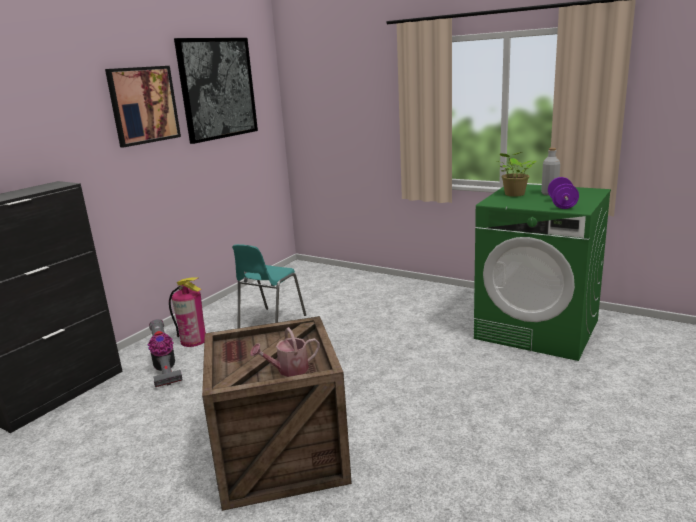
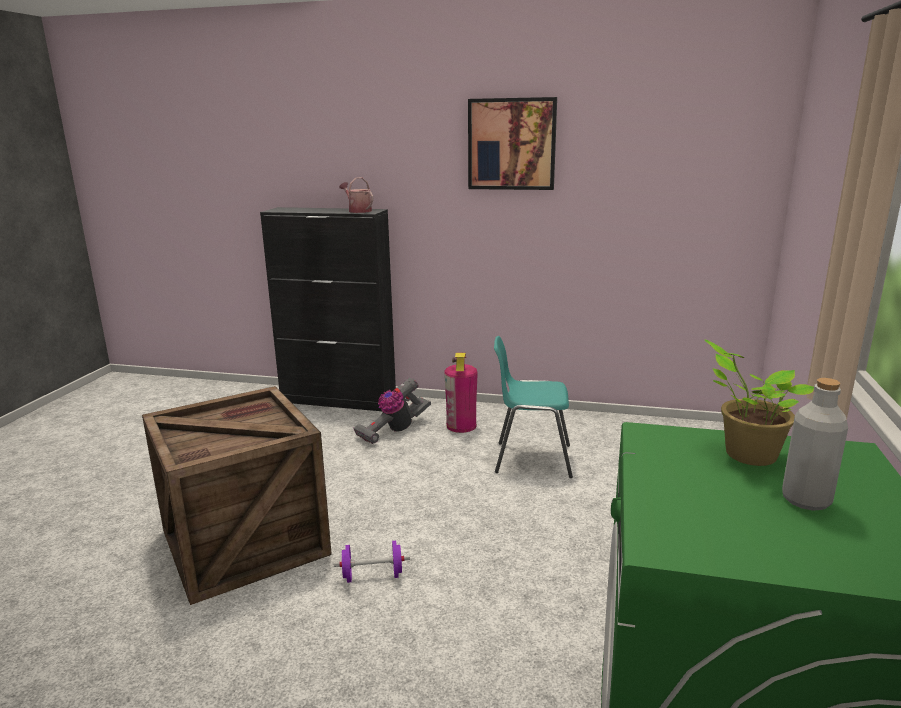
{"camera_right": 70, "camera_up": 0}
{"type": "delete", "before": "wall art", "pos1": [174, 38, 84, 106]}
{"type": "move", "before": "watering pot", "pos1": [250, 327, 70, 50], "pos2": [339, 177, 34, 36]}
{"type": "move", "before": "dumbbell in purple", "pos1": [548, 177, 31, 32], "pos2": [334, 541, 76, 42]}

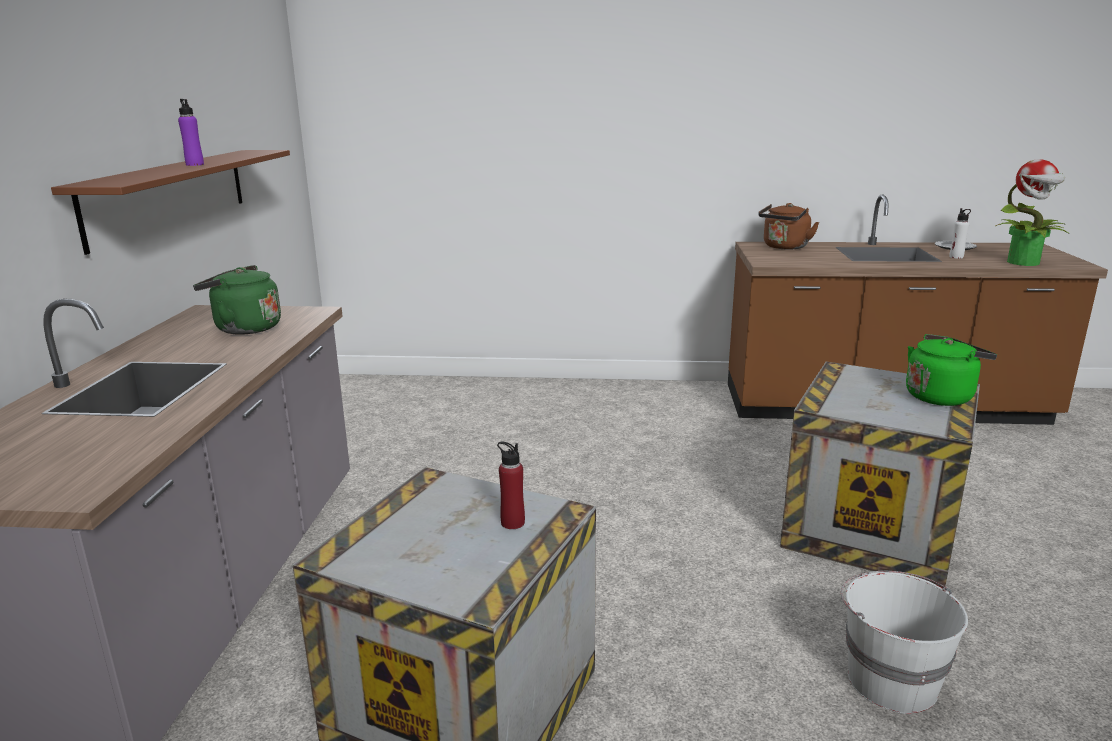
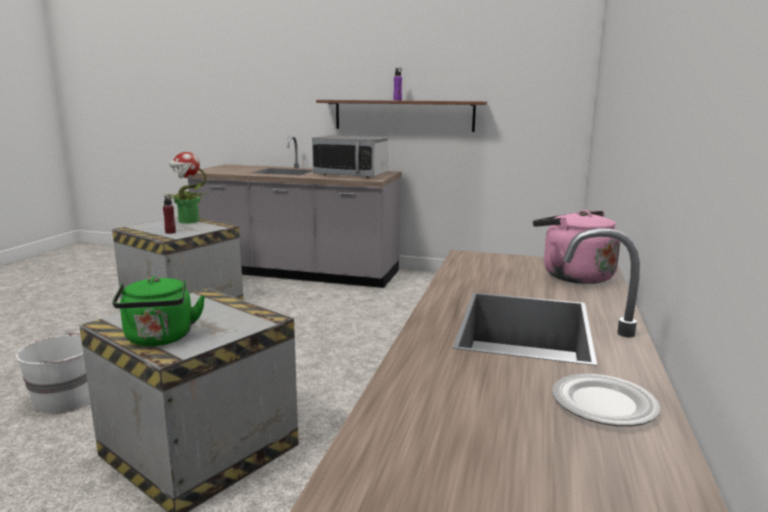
{"camera_right": 100, "camera_up": -5}
{"type": "replace", "before": "tea kettle in green-coloured", "after": "kitchen microwave", "pos1": [193, 265, 88, 70], "pos2": [312, 135, 76, 43]}
{"type": "recolor", "before": "tea kettle in brown-coloured", "after": "tea kettle in pinkish", "pos1": [758, 203, 61, 47], "pos2": [533, 210, 87, 74]}
{"type": "delete", "before": "drink bottle in white-coloured", "pos1": [949, 208, 22, 51]}
{"type": "move", "before": "houseplant", "pos1": [996, 159, 72, 107], "pos2": [165, 152, 44, 72]}

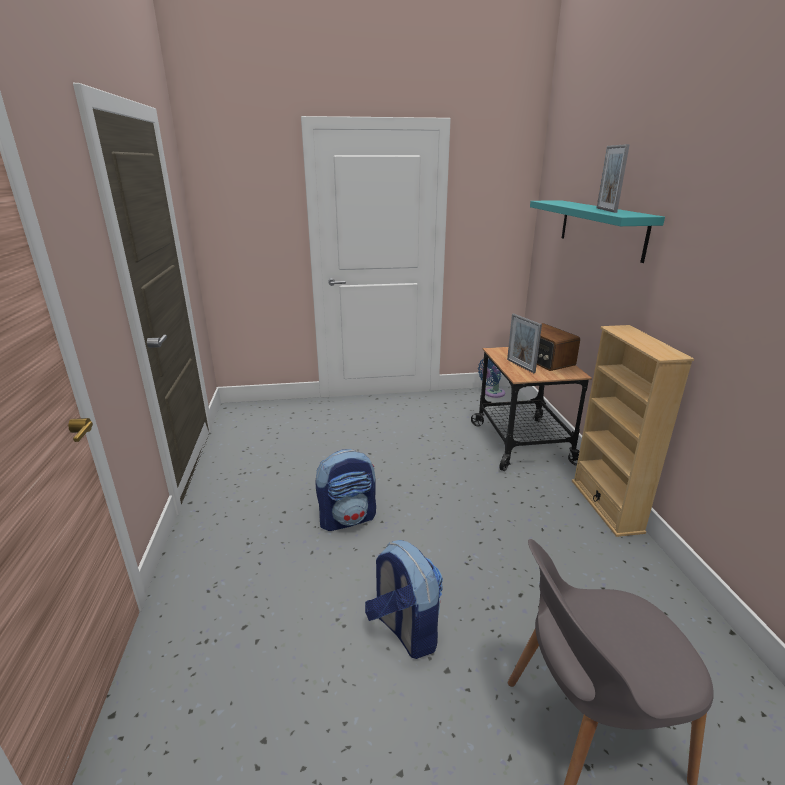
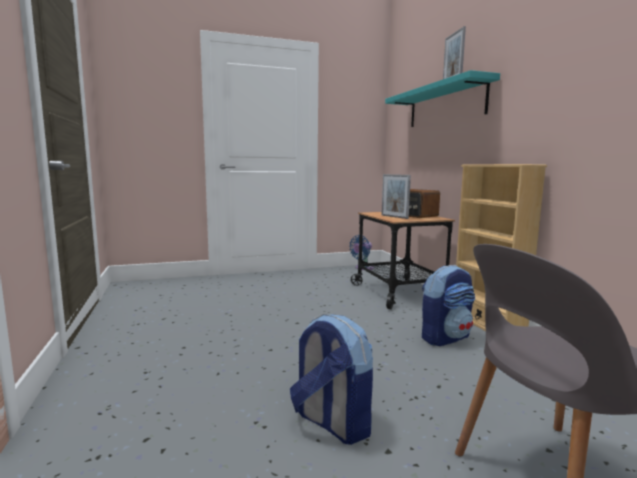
{"camera_right": -10, "camera_up": -15}
{"type": "move", "before": "backpack", "pos1": [315, 449, 61, 82], "pos2": [422, 265, 54, 81]}

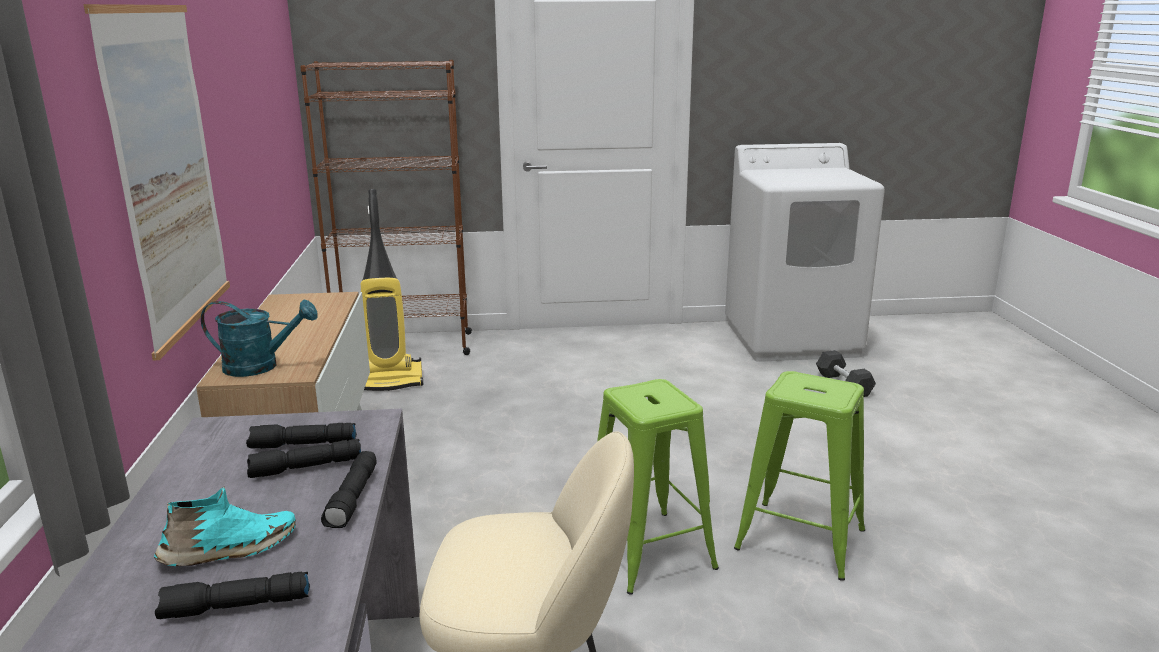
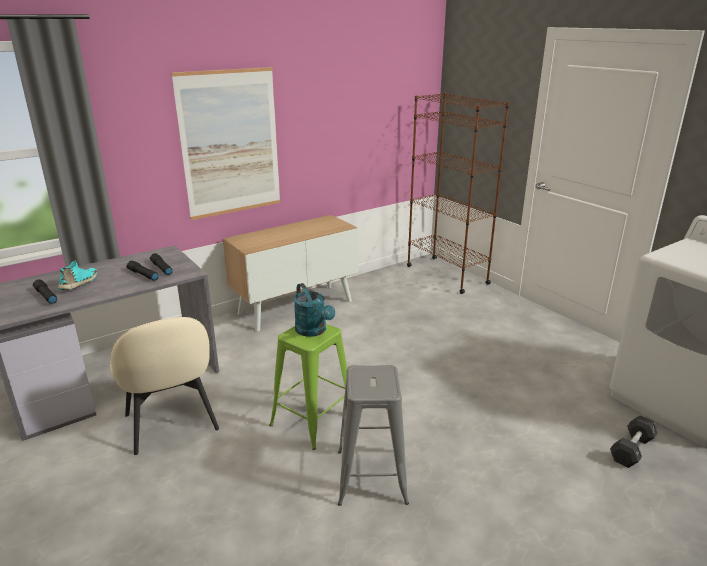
{"camera_right": 60, "camera_up": 5}
{"type": "rotate", "before": "shoe in turquoise-coloured", "pos1": [154, 486, 142, 80], "pos2": [57, 260, 40, 30], "turn": -105}
{"type": "move", "before": "watering pot in turquoise-coloured", "pos1": [201, 300, 117, 77], "pos2": [294, 283, 41, 54]}
{"type": "delete", "before": "hand torch in blackish", "pos1": [321, 451, 55, 77]}
{"type": "delete", "before": "hoover", "pos1": [361, 189, 62, 202]}
{"type": "recolor", "before": "stool in green-coloured", "after": "stool in gray", "pos1": [734, 371, 131, 210], "pos2": [338, 365, 71, 141]}

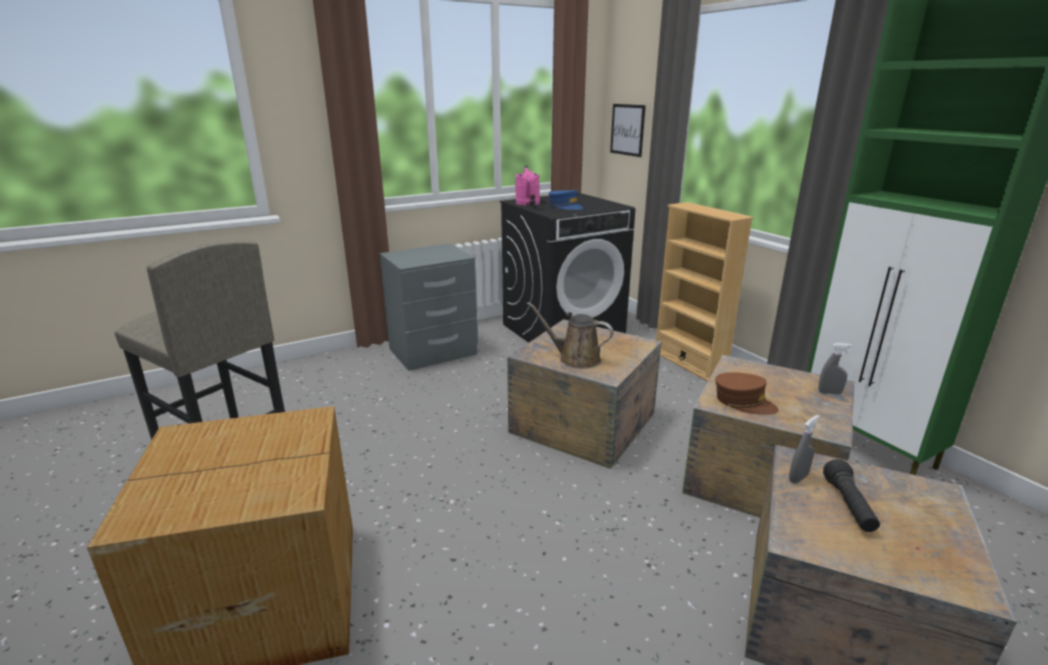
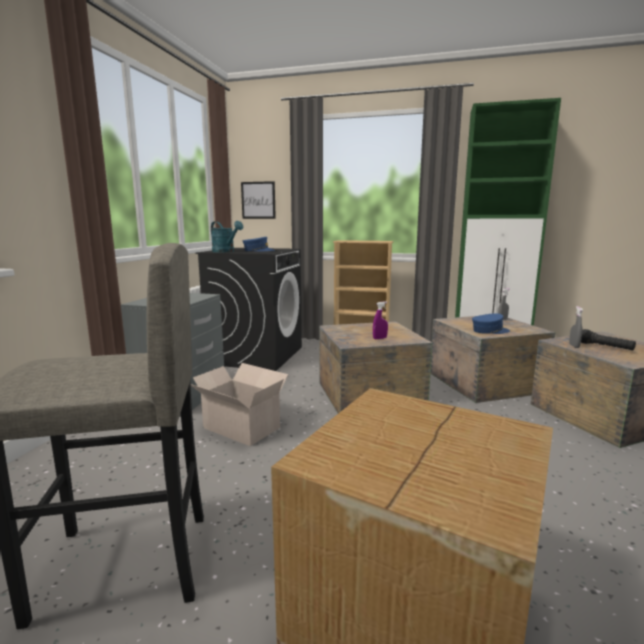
{"camera_right": -45, "camera_up": -10}
{"type": "recolor", "before": "watering pot in pinkish", "after": "watering pot in turquoise-coloured", "pos1": [515, 166, 25, 40], "pos2": [211, 221, 32, 31]}
{"type": "replace", "before": "watering pot in brown-coloured", "after": "sprayer in purple", "pos1": [527, 302, 87, 67], "pos2": [373, 301, 15, 38]}
{"type": "recolor", "before": "cap in brown-coloured", "after": "cap in blue-coloured", "pos1": [715, 372, 63, 43], "pos2": [472, 313, 38, 21]}
{"type": "insert", "after": "carton", "pos2": [191, 363, 97, 83]}

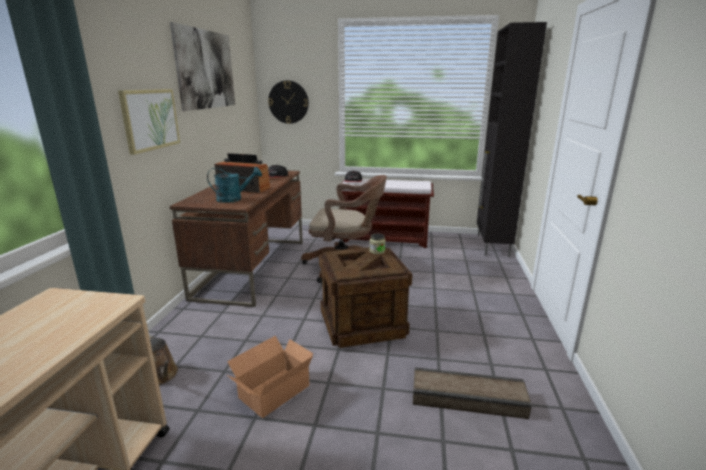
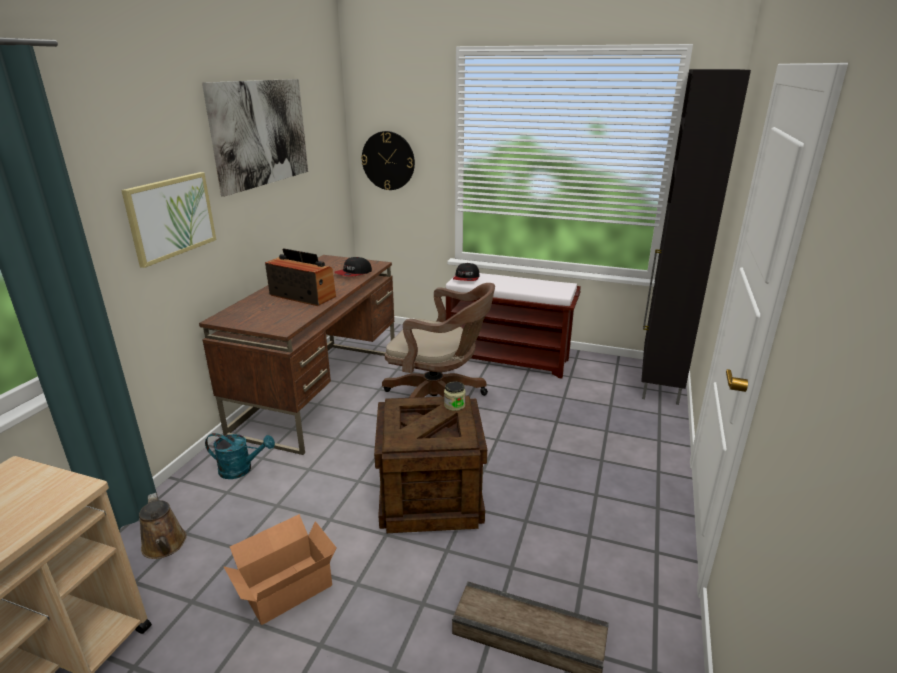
{"camera_right": 10, "camera_up": 5}
{"type": "move", "before": "watering pot in turquoise-coloured", "pos1": [207, 167, 55, 36], "pos2": [205, 433, 70, 46]}

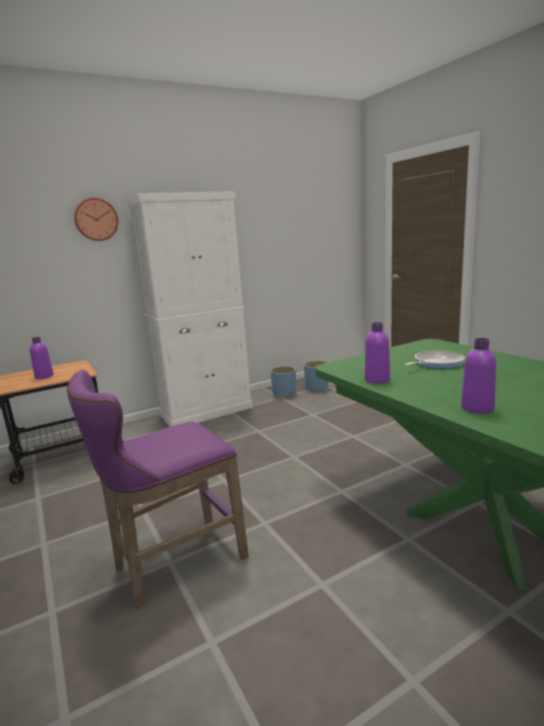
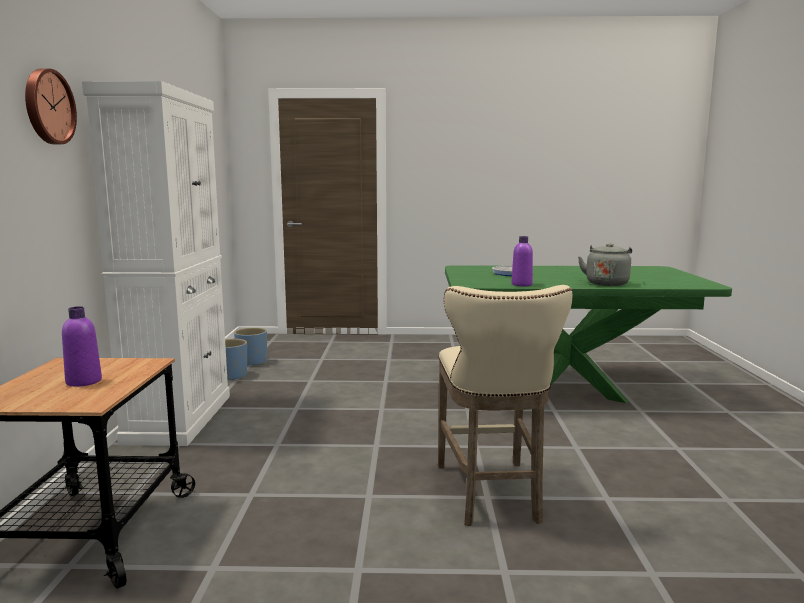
{"camera_right": -60, "camera_up": -5}
{"type": "recolor", "before": "stool in purple", "after": "stool in beige-coloured", "pos1": [67, 370, 182, 239], "pos2": [438, 285, 135, 241]}
{"type": "replace", "before": "drink bottle in purple", "after": "tea kettle in gray", "pos1": [461, 338, 35, 76], "pos2": [578, 243, 54, 43]}

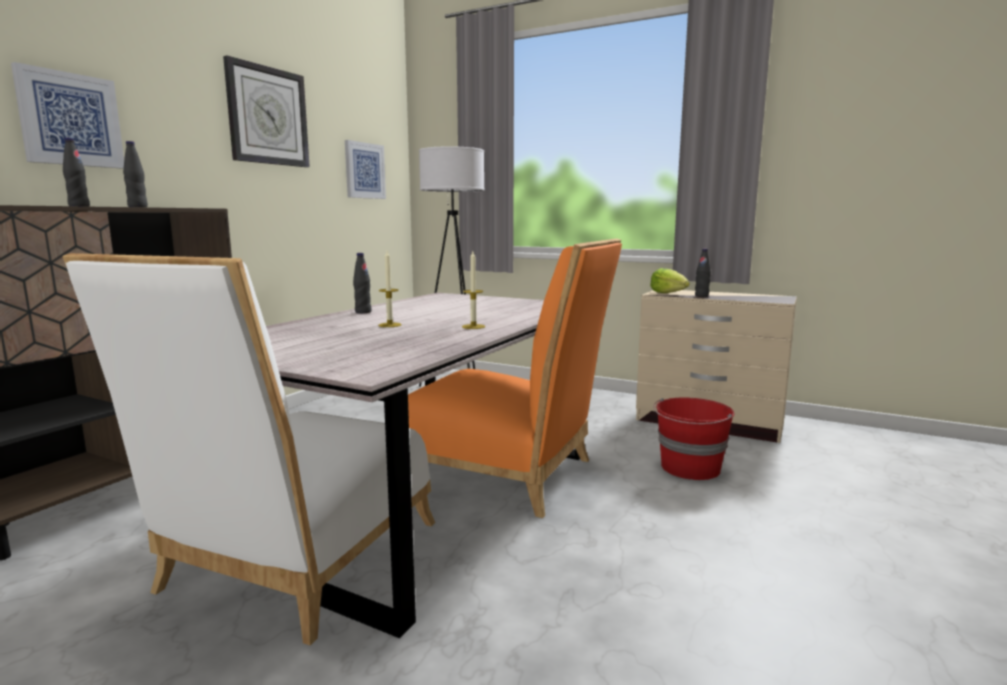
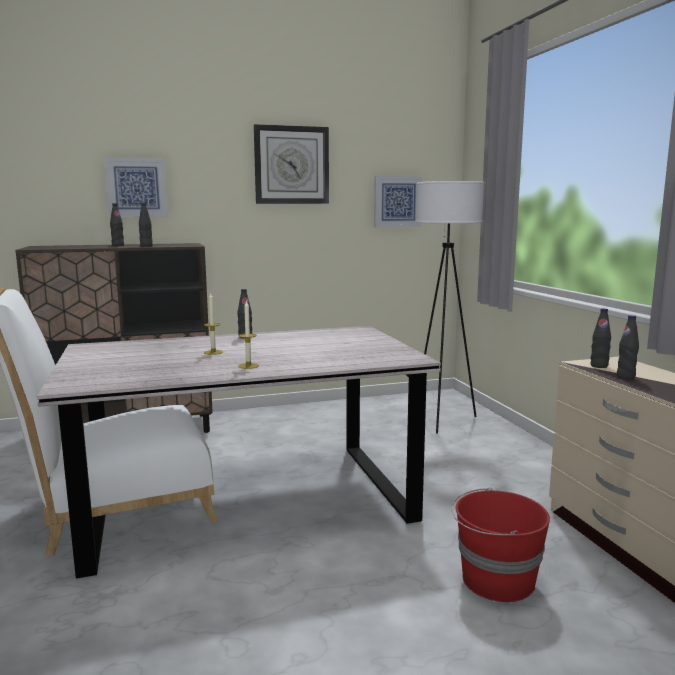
{"camera_right": 45, "camera_up": 0}
{"type": "delete", "before": "chair in orangey", "pos1": [408, 239, 214, 279]}
{"type": "replace", "before": "head of lettuce", "after": "drink bottle in blackish", "pos1": [650, 268, 40, 25], "pos2": [591, 308, 20, 60]}

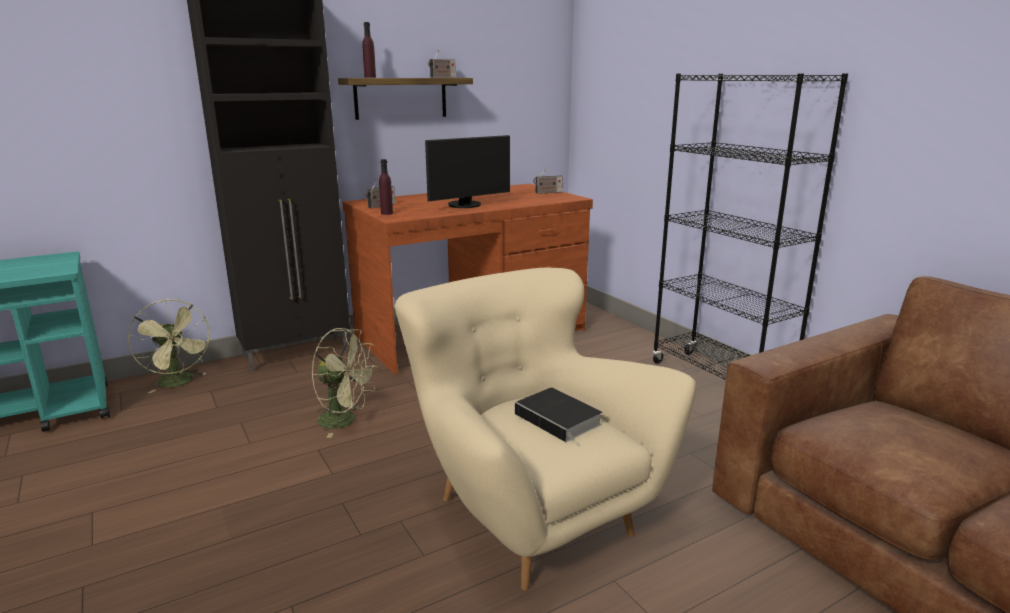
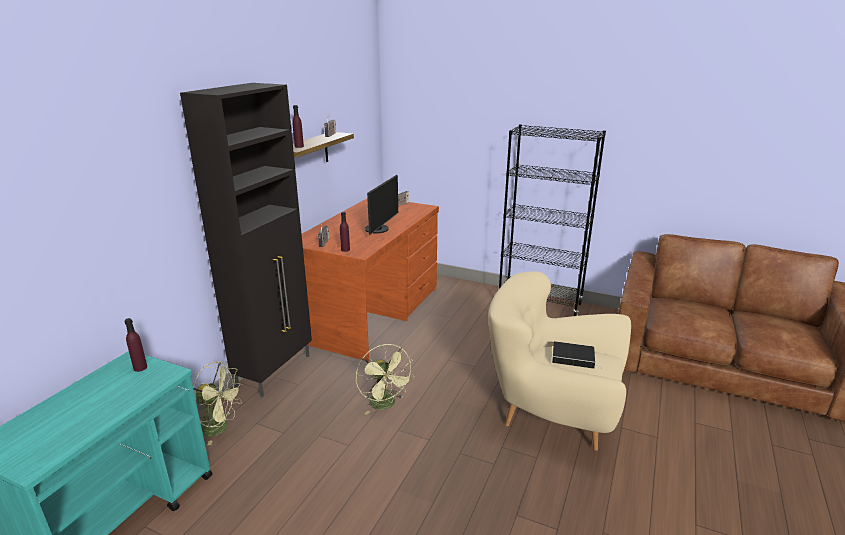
{"camera_right": -35, "camera_up": 5}
{"type": "rotate", "before": "fan in green-coloured", "pos1": [311, 328, 67, 110], "pos2": [356, 344, 59, 71], "turn": 75}
{"type": "insert", "after": "drink bottle in purple", "pos2": [125, 318, 22, 54]}

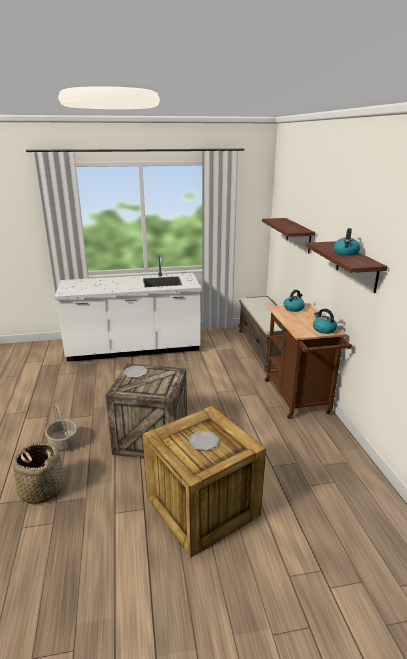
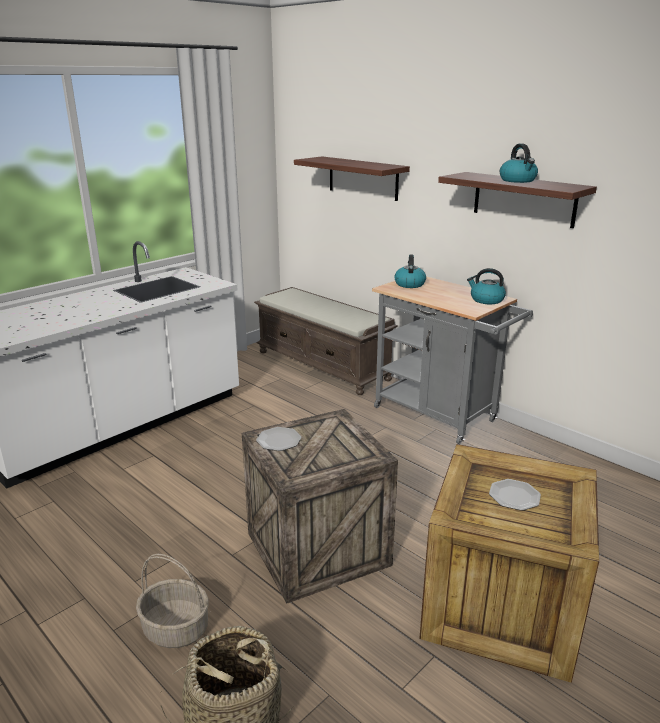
{"camera_right": -35, "camera_up": 0}
{"type": "recolor", "before": "cart in brown-coloured", "after": "cart in gray", "pos1": [265, 303, 87, 116], "pos2": [372, 276, 161, 168]}

